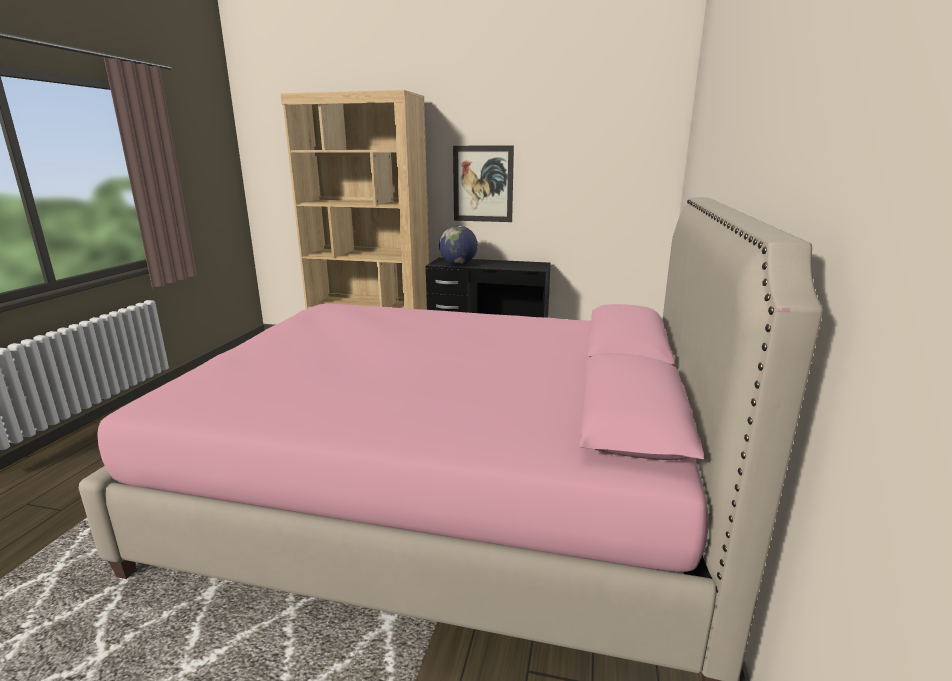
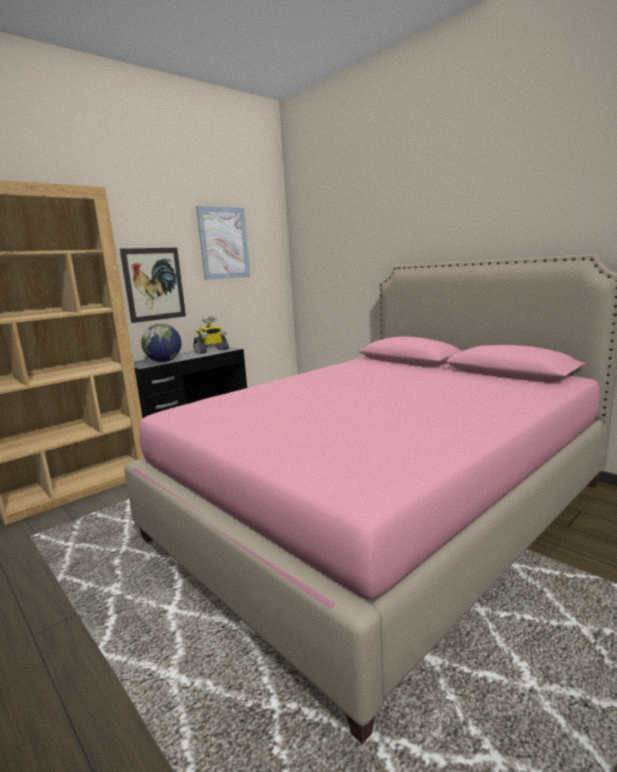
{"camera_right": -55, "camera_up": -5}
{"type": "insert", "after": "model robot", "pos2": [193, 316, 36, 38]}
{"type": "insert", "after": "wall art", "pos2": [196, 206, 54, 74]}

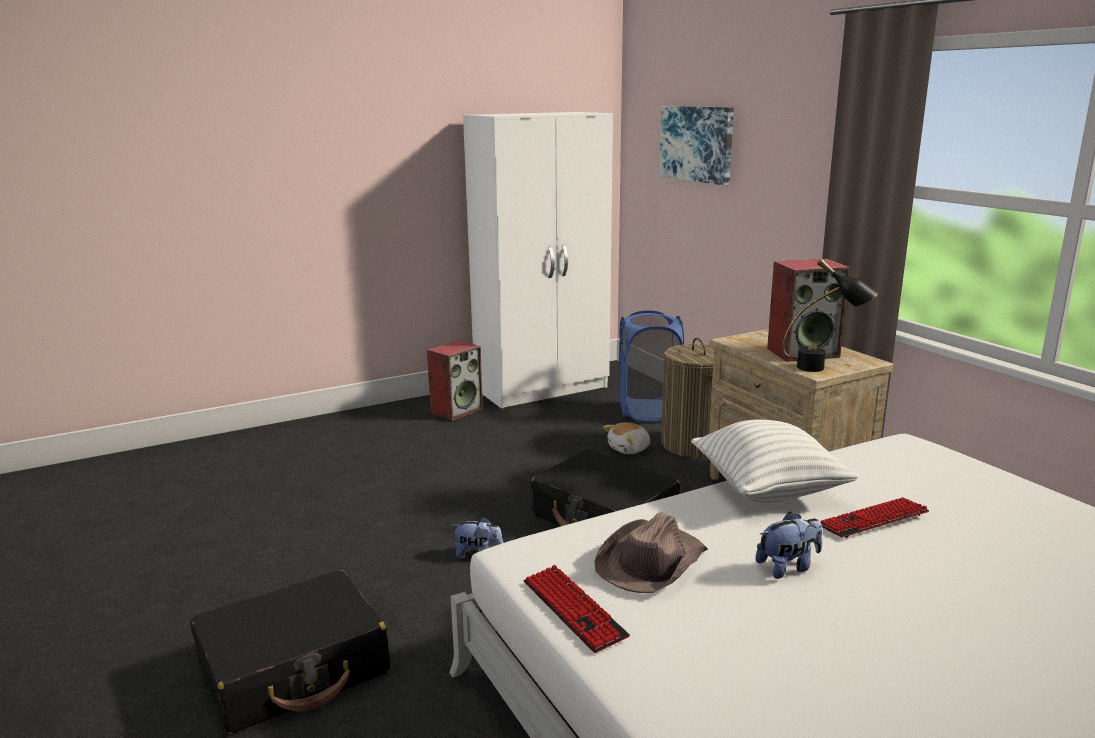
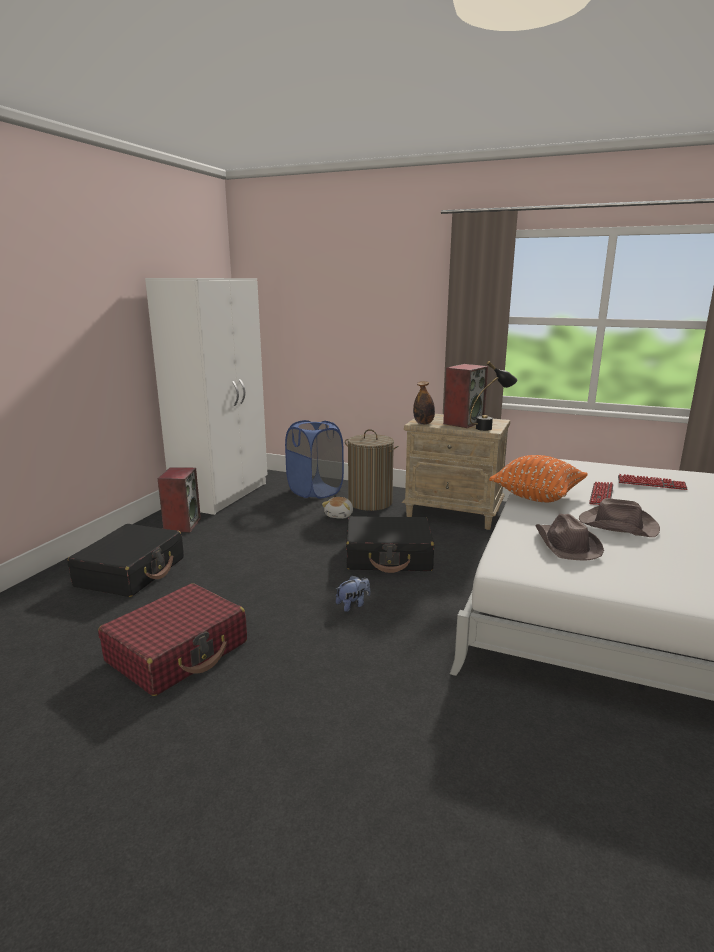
{"camera_right": -40, "camera_up": 0}
{"type": "move", "before": "piece of luggage in blackish", "pos1": [190, 570, 200, 164], "pos2": [67, 524, 117, 73]}
{"type": "move", "before": "computer keyboard", "pos1": [524, 565, 106, 88], "pos2": [618, 474, 69, 16]}
{"type": "delete", "before": "wall art", "pos1": [659, 106, 75, 79]}
{"type": "recolor", "before": "cushion in white-coloured", "after": "cushion in orangey", "pos1": [691, 420, 168, 83], "pos2": [489, 455, 99, 48]}
{"type": "replace", "before": "plush toy", "after": "clothing hat in brown-coloured", "pos1": [755, 512, 68, 67], "pos2": [579, 498, 81, 39]}
{"type": "insert", "after": "piece of luggage in reddish", "pos2": [98, 583, 149, 113]}
{"type": "insert", "after": "drink bottle", "pos2": [413, 381, 22, 43]}

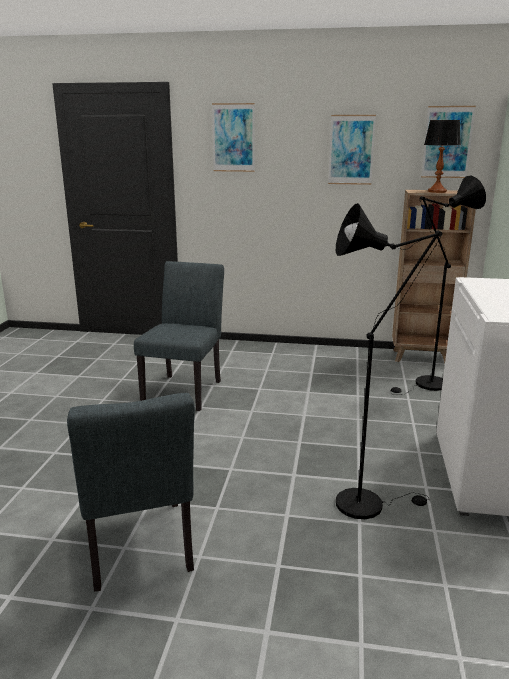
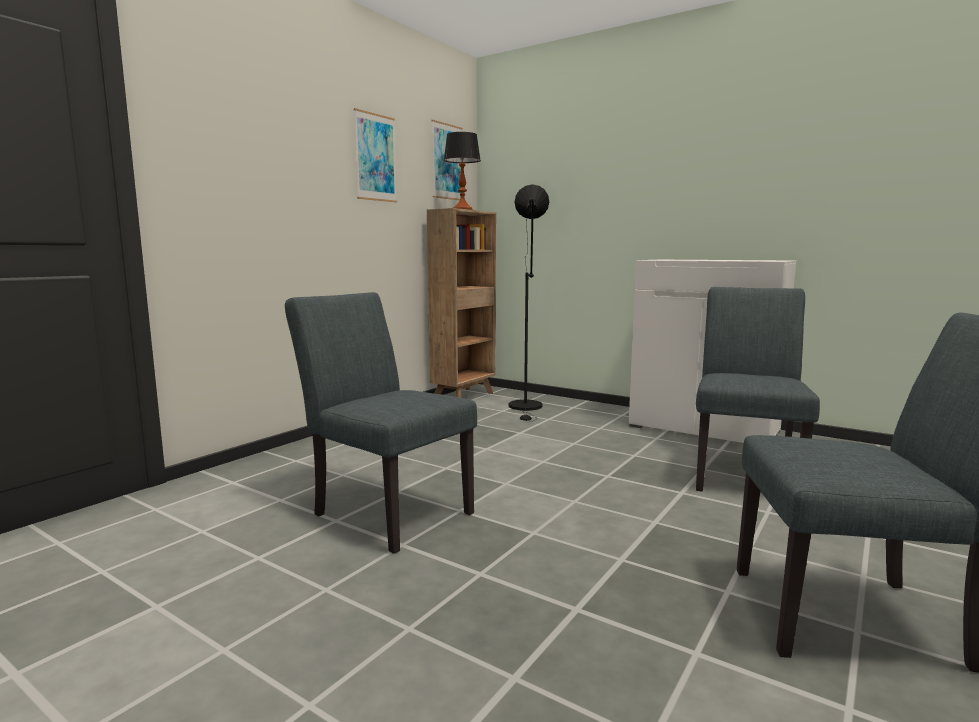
{"camera_right": -65, "camera_up": -10}
{"type": "delete", "before": "wall art", "pos1": [212, 103, 43, 69]}
{"type": "replace", "before": "standing lamp in blackish", "after": "chair in gray", "pos1": [336, 203, 106, 316], "pos2": [696, 287, 124, 204]}

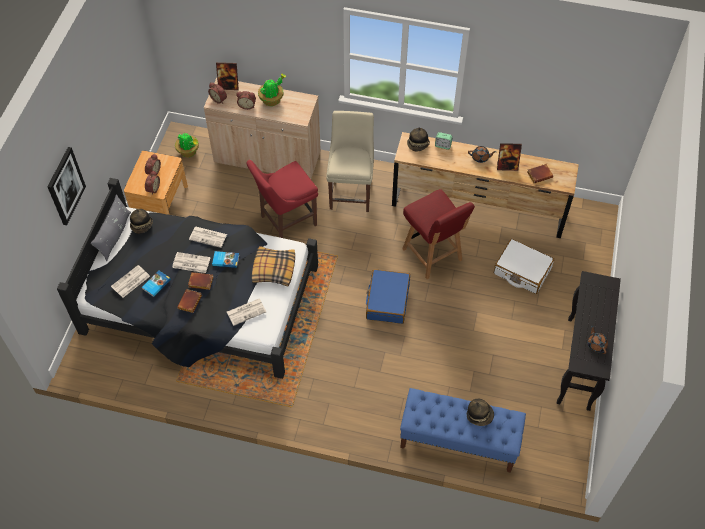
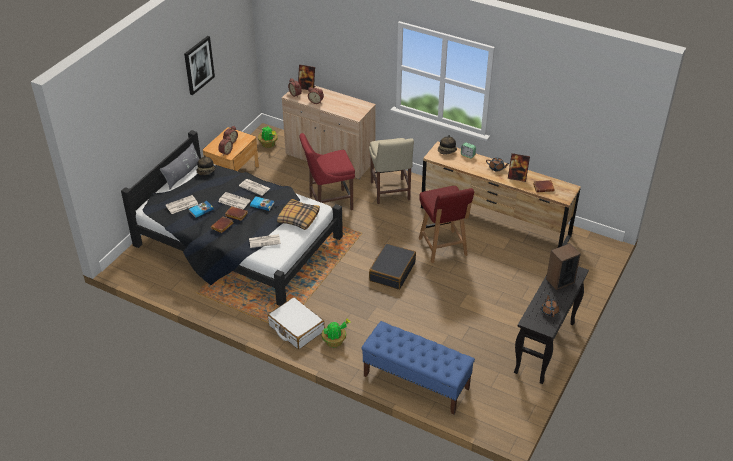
{"camera_right": 15, "camera_up": -15}
{"type": "move", "before": "wall art", "pos1": [47, 147, 39, 78], "pos2": [184, 36, 31, 59]}
{"type": "move", "before": "houseplant", "pos1": [258, 74, 28, 32], "pos2": [322, 319, 29, 28]}
{"type": "rotate", "before": "chair in beige-coloured", "pos1": [326, 111, 48, 101], "pos2": [369, 138, 45, 66], "turn": 150}
{"type": "recolor", "before": "piece of luggage in blue-coloured", "after": "piece of luggage in blackish", "pos1": [366, 269, 44, 55], "pos2": [369, 243, 47, 47]}
{"type": "delete", "before": "clothing hat", "pos1": [467, 399, 27, 27]}
{"type": "move", "before": "piece of luggage in white-coloured", "pos1": [494, 239, 60, 55], "pos2": [268, 297, 56, 52]}
{"type": "insert", "after": "speaker", "pos2": [546, 243, 35, 47]}

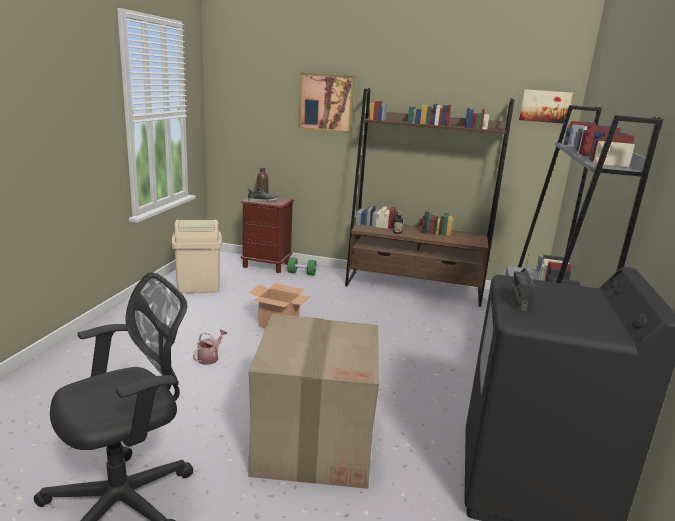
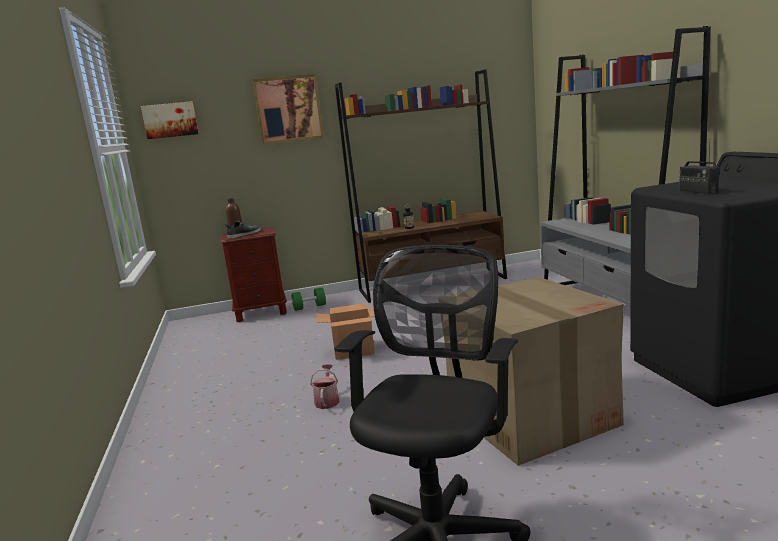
{"camera_right": -25, "camera_up": -5}
{"type": "delete", "before": "trash can in beige-coloured", "pos1": [172, 220, 50, 74]}
{"type": "move", "before": "wall art", "pos1": [519, 89, 54, 34], "pos2": [141, 101, 57, 38]}

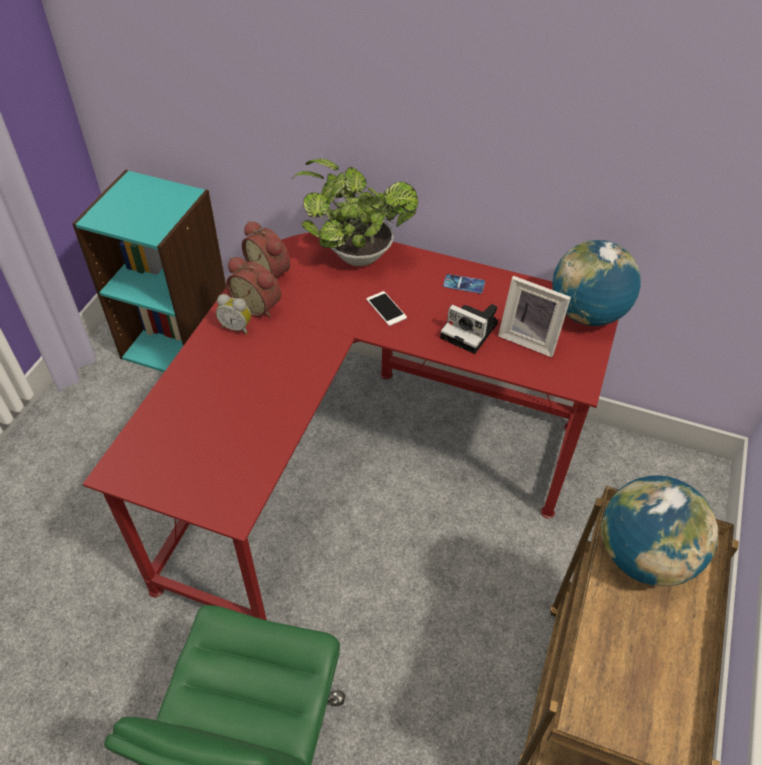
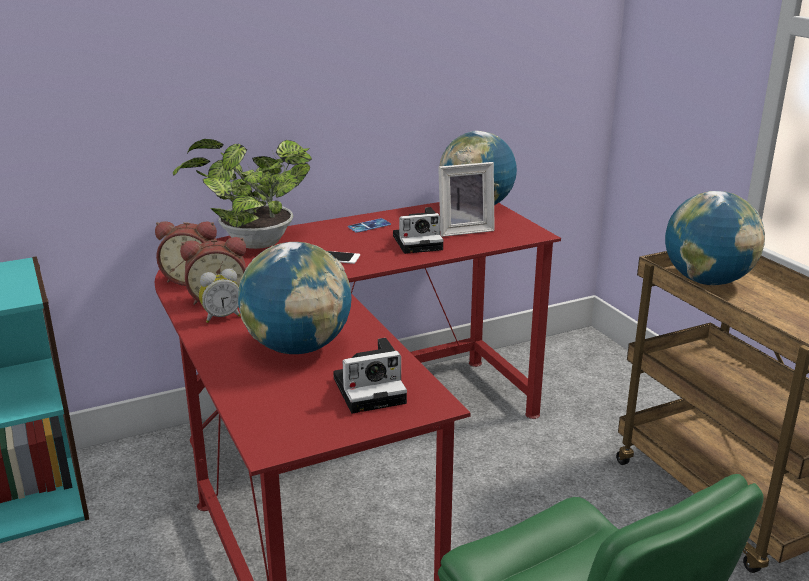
{"camera_right": -45, "camera_up": -25}
{"type": "insert", "after": "world globe", "pos2": [238, 242, 114, 112]}
{"type": "insert", "after": "photo camera", "pos2": [333, 338, 74, 76]}

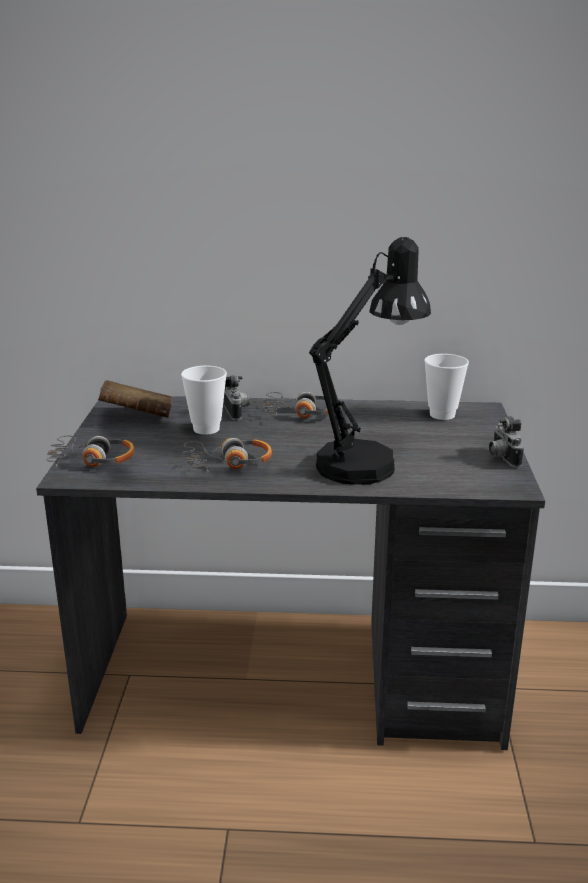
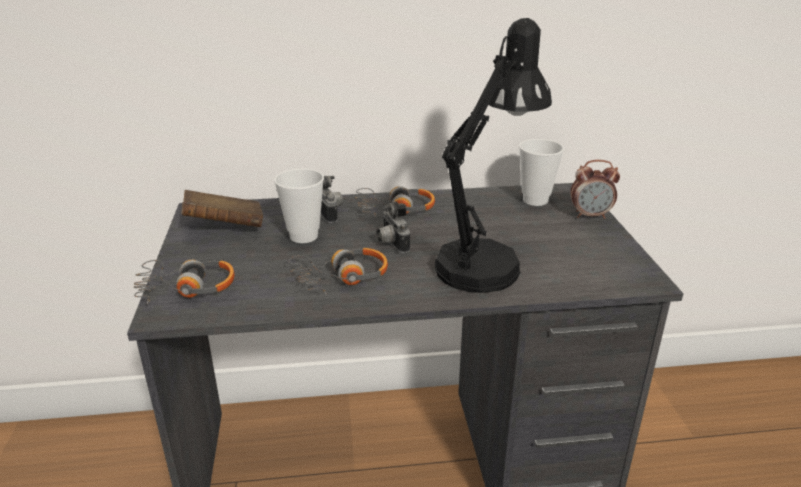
{"camera_right": -10, "camera_up": 5}
{"type": "move", "before": "photo camera", "pos1": [489, 416, 35, 51], "pos2": [377, 202, 33, 51]}
{"type": "insert", "after": "bedside clock", "pos2": [571, 160, 49, 59]}

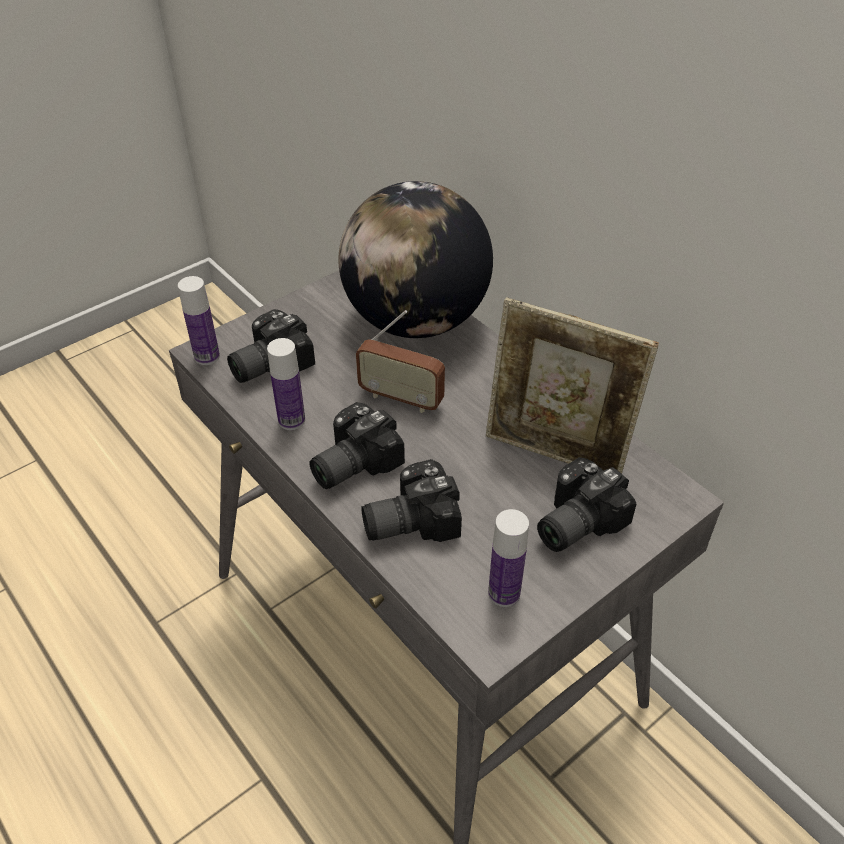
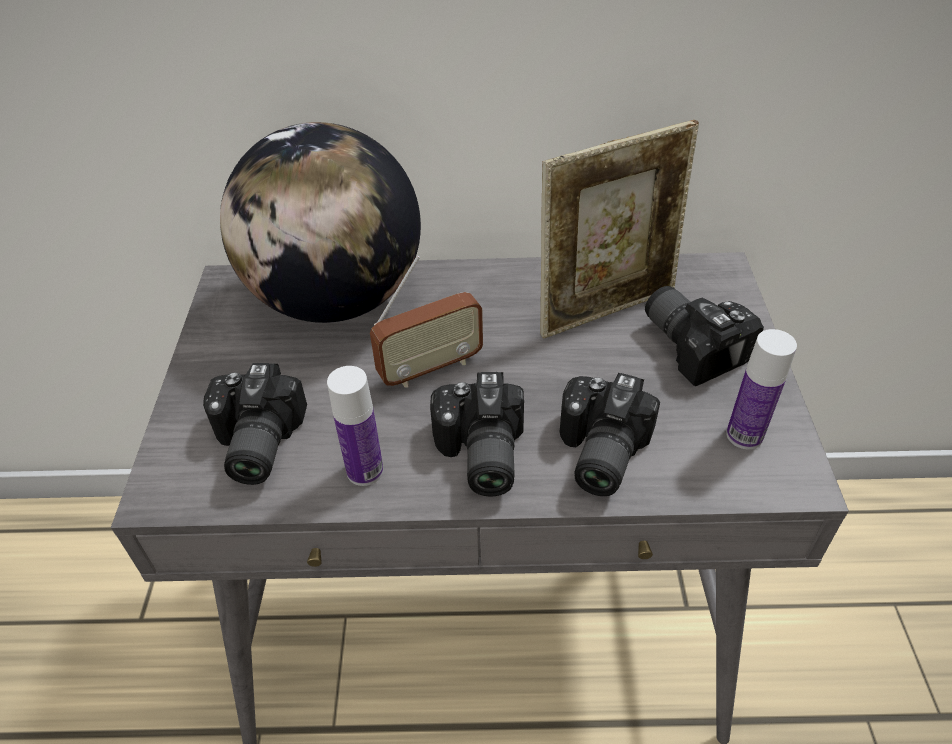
{"camera_right": -50, "camera_up": 0}
{"type": "delete", "before": "drink bottle", "pos1": [178, 276, 42, 89]}
{"type": "rotate", "before": "photo camera", "pos1": [537, 457, 99, 95], "pos2": [645, 286, 119, 100], "turn": 150}

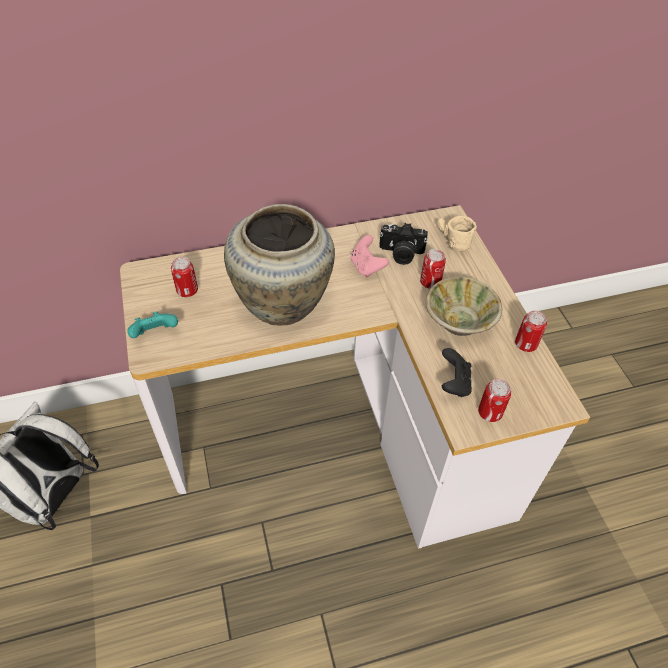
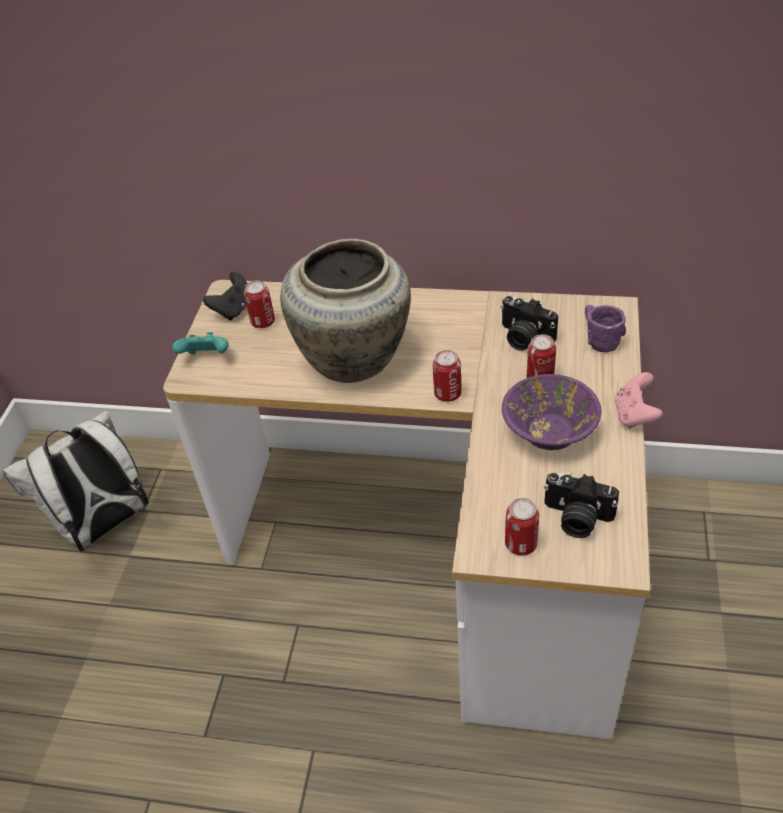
{"camera_right": 30, "camera_up": -5}
{"type": "move", "before": "joypad in pinkish", "pos1": [351, 235, 38, 42], "pos2": [615, 372, 48, 57]}
{"type": "recolor", "before": "bowl in beige-coloured", "after": "bowl in purple", "pos1": [426, 277, 76, 59], "pos2": [502, 374, 100, 76]}
{"type": "recolor", "before": "coffee mug in beige-coloured", "after": "coffee mug in purple", "pos1": [437, 216, 40, 36], "pos2": [585, 305, 41, 48]}
{"type": "move", "before": "joypad in blackish", "pos1": [442, 348, 30, 49], "pos2": [203, 272, 45, 49]}
{"type": "move", "before": "can", "pos1": [515, 310, 32, 42], "pos2": [433, 350, 29, 52]}
{"type": "insert", "after": "photo camera", "pos2": [544, 473, 75, 65]}

